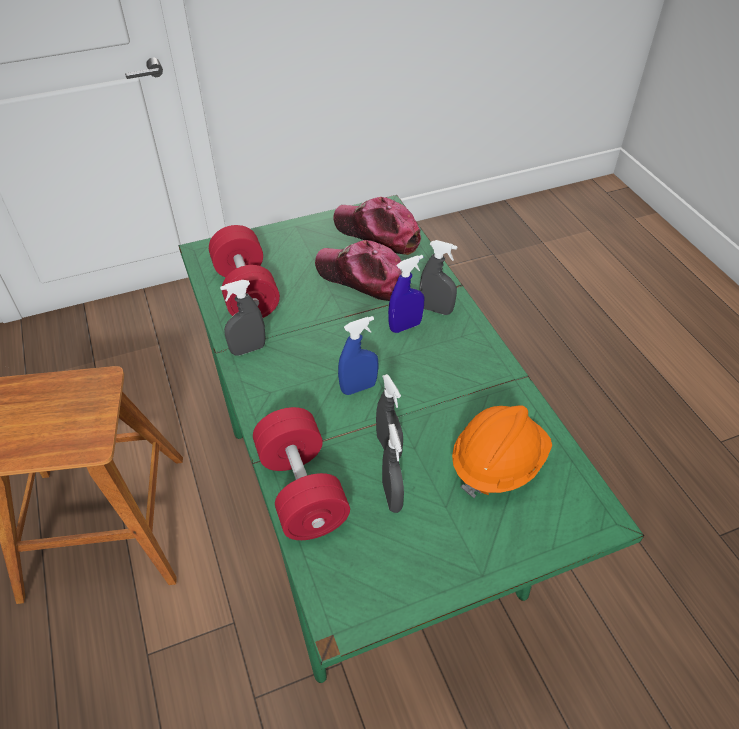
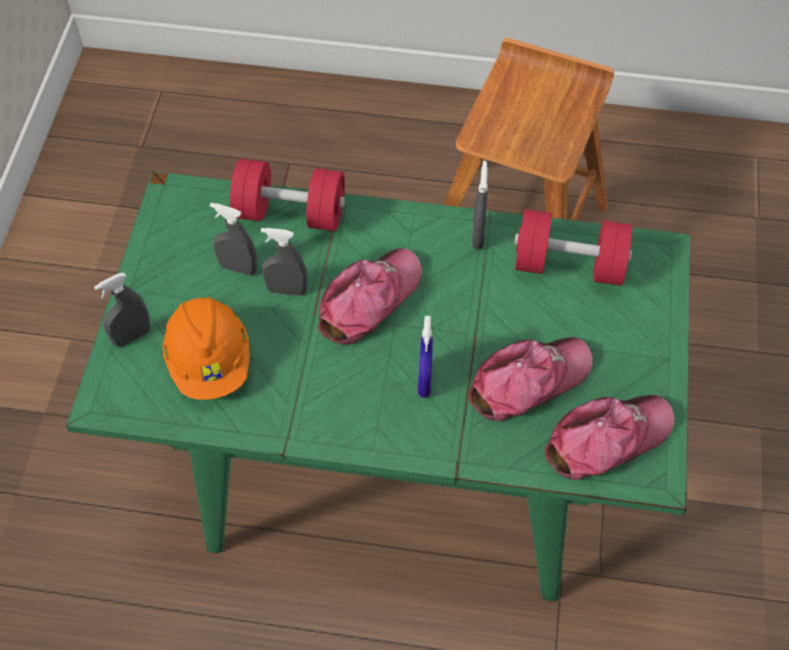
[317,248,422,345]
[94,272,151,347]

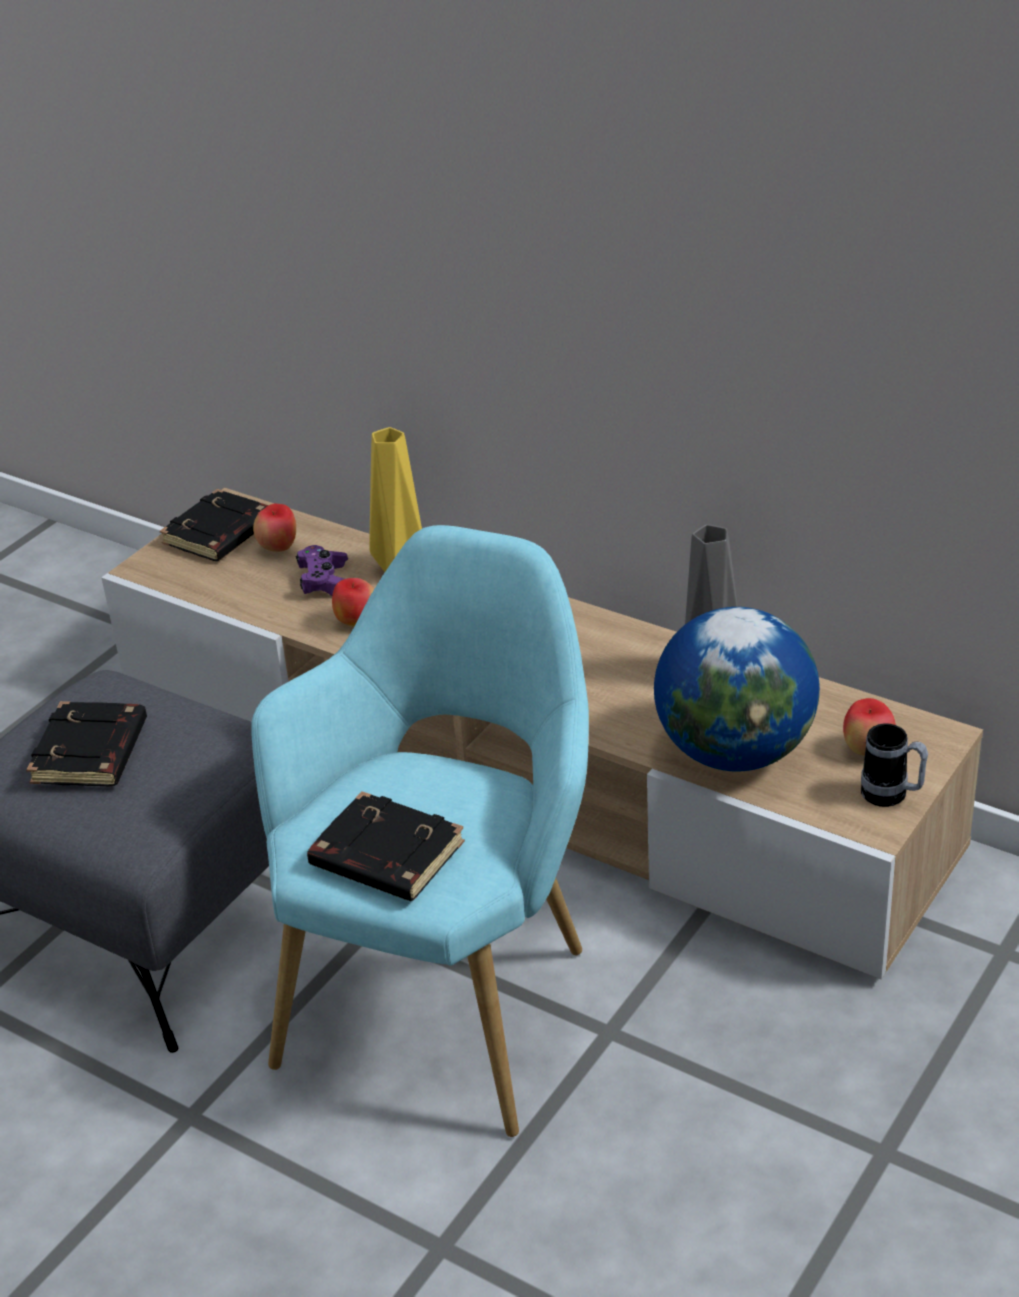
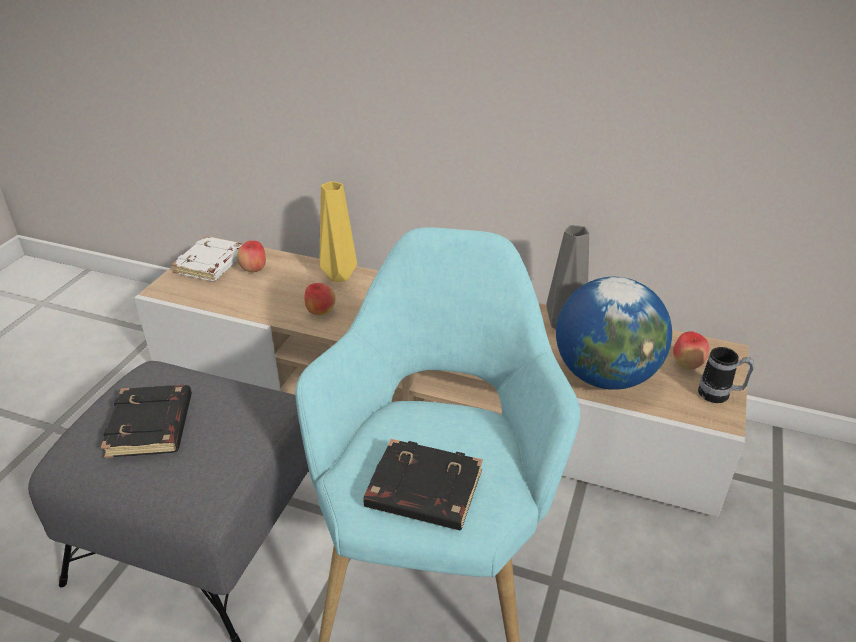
[171,236,243,281]
[296,545,348,595] (first image)

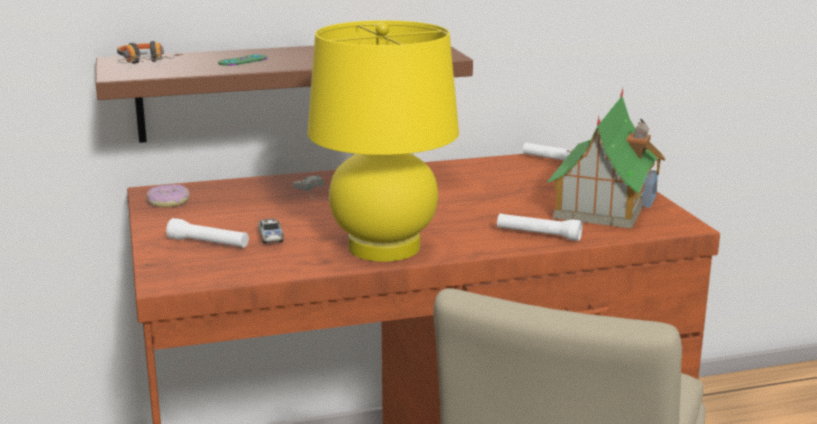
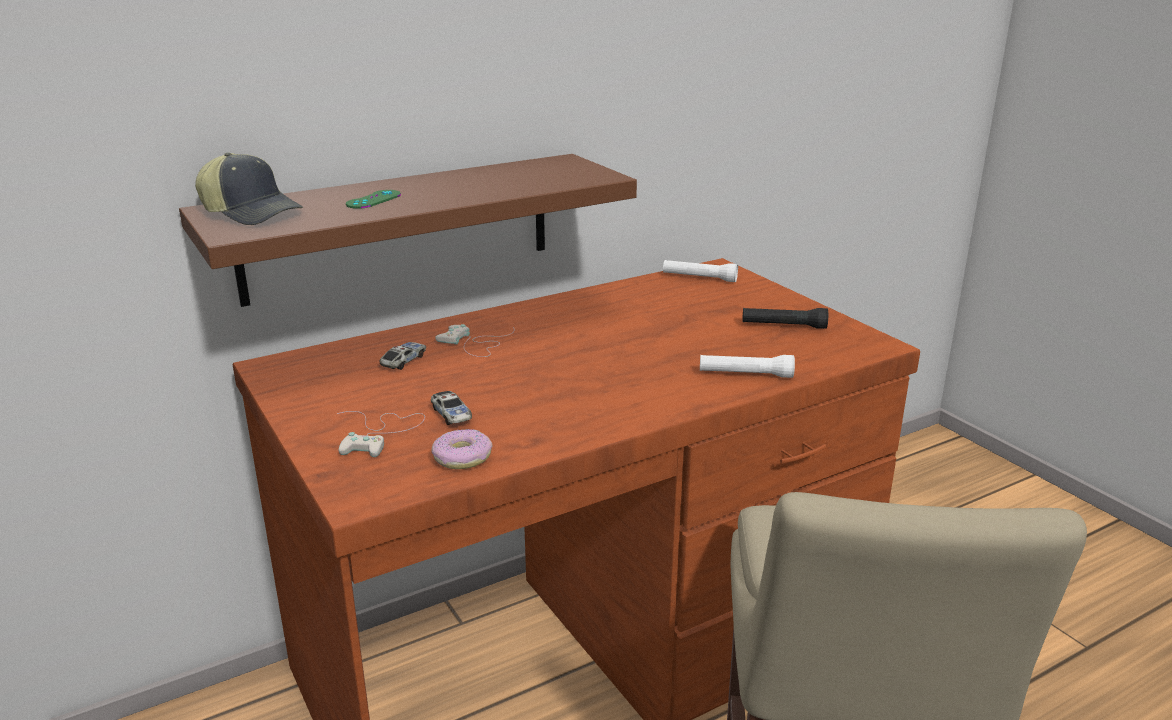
[195,153,303,225]
[432,429,493,469]
[337,411,425,457]
[308,20,459,262] (first image)
[743,308,828,329]
[379,342,426,370]

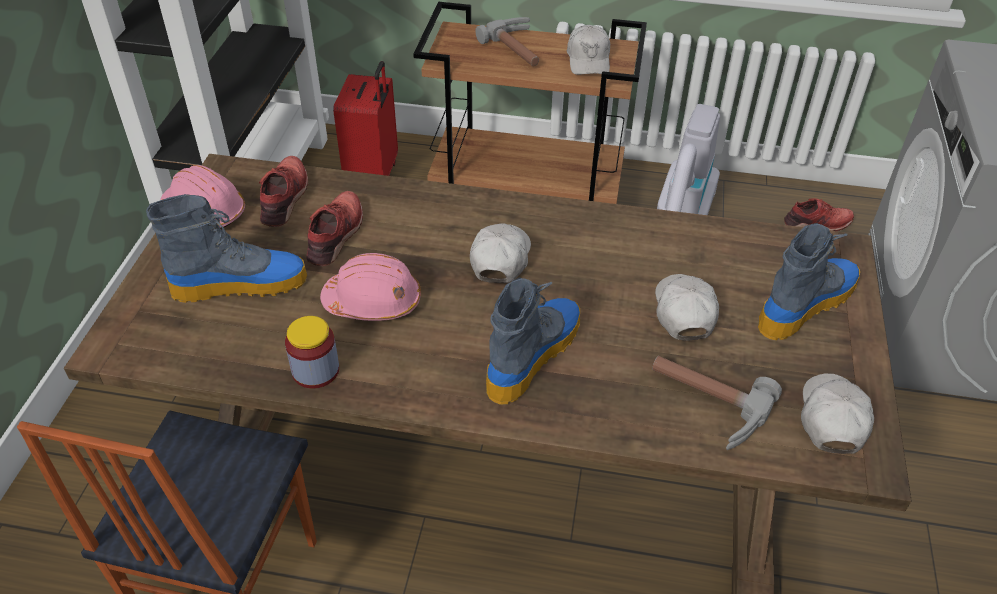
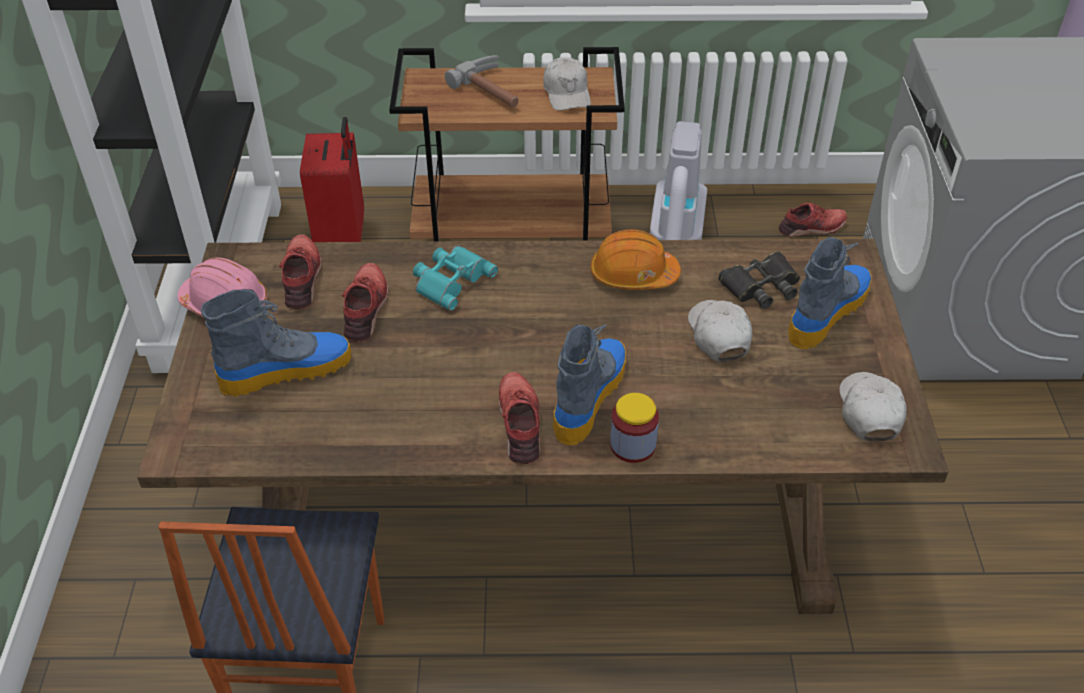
[610,393,659,463]
[320,253,421,321] (first image)
[470,223,531,283] (first image)
[652,356,782,450] (first image)
[413,246,498,311]
[499,372,540,464]
[590,229,681,290]
[718,251,800,309]

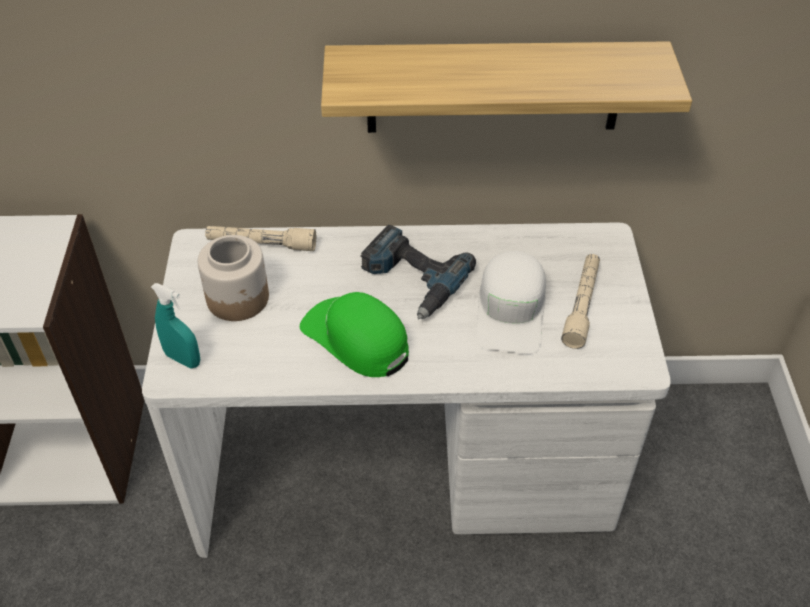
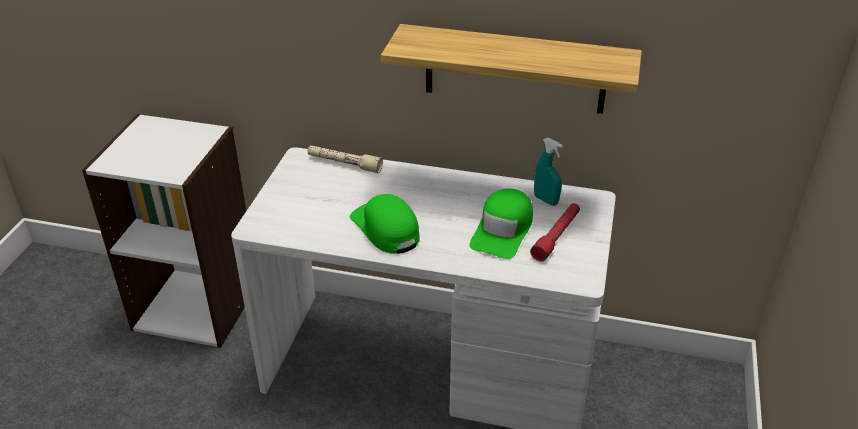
[534,138,563,206]
[197,235,269,321] (first image)
[361,225,476,319] (first image)
[470,189,533,259]
[530,203,580,262]

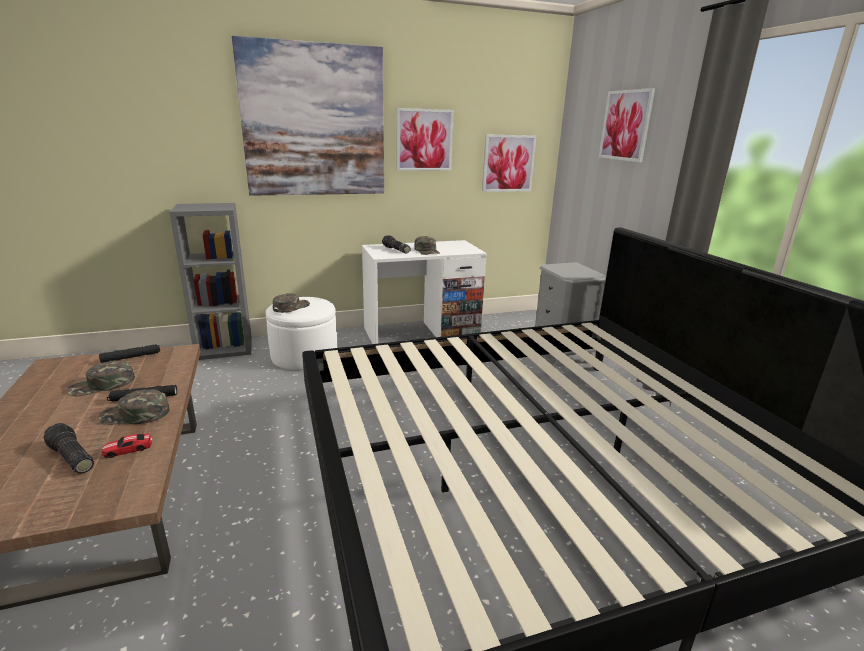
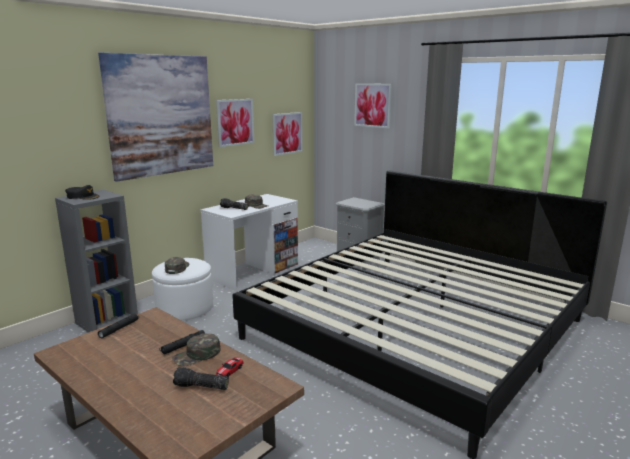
[66,360,135,396] (first image)
[65,185,100,200]

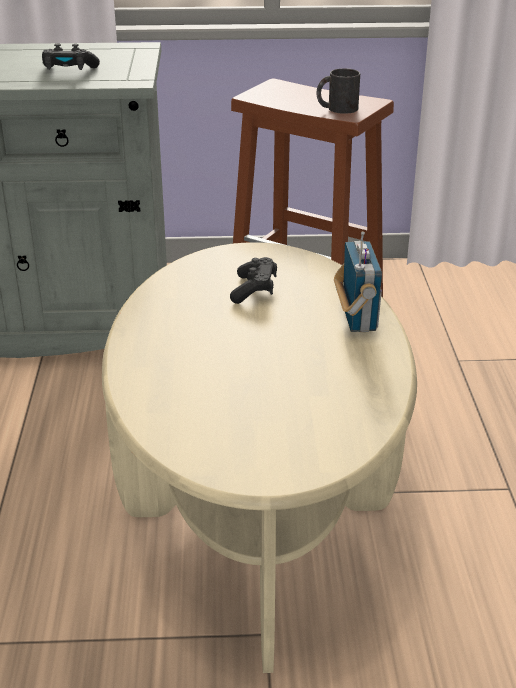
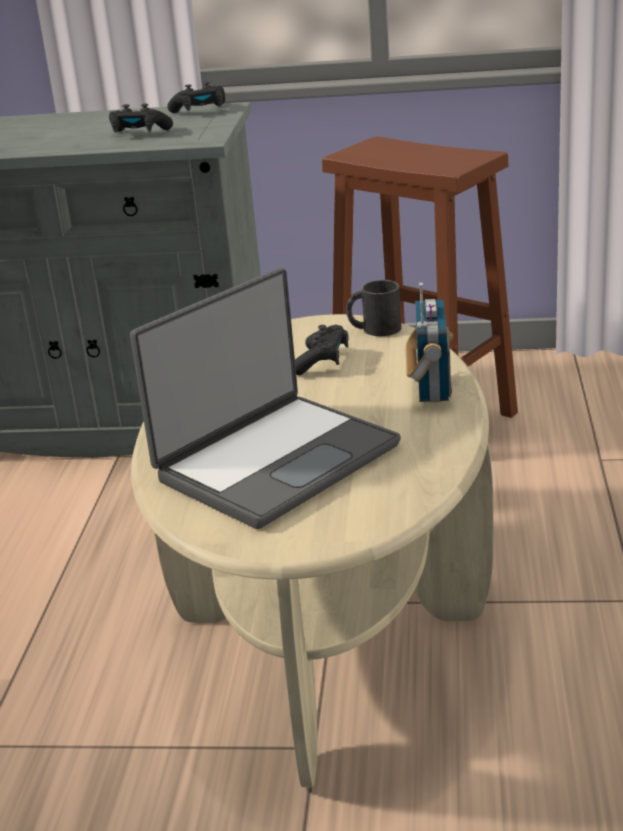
[346,280,401,336]
[130,268,401,529]
[167,82,225,113]

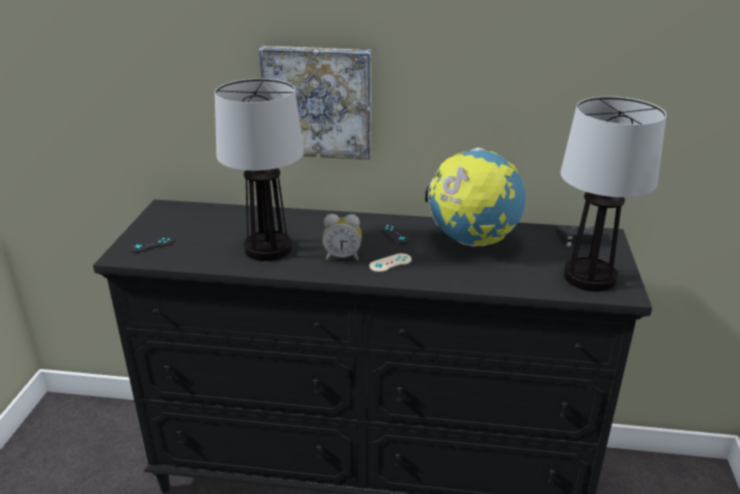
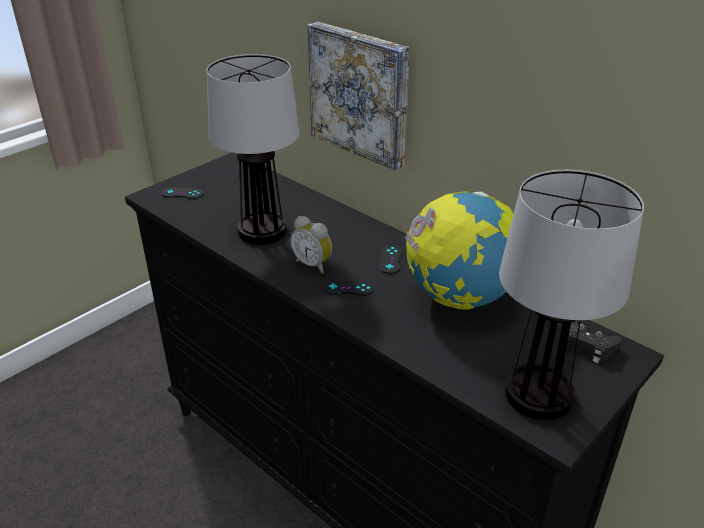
[323,280,374,296]

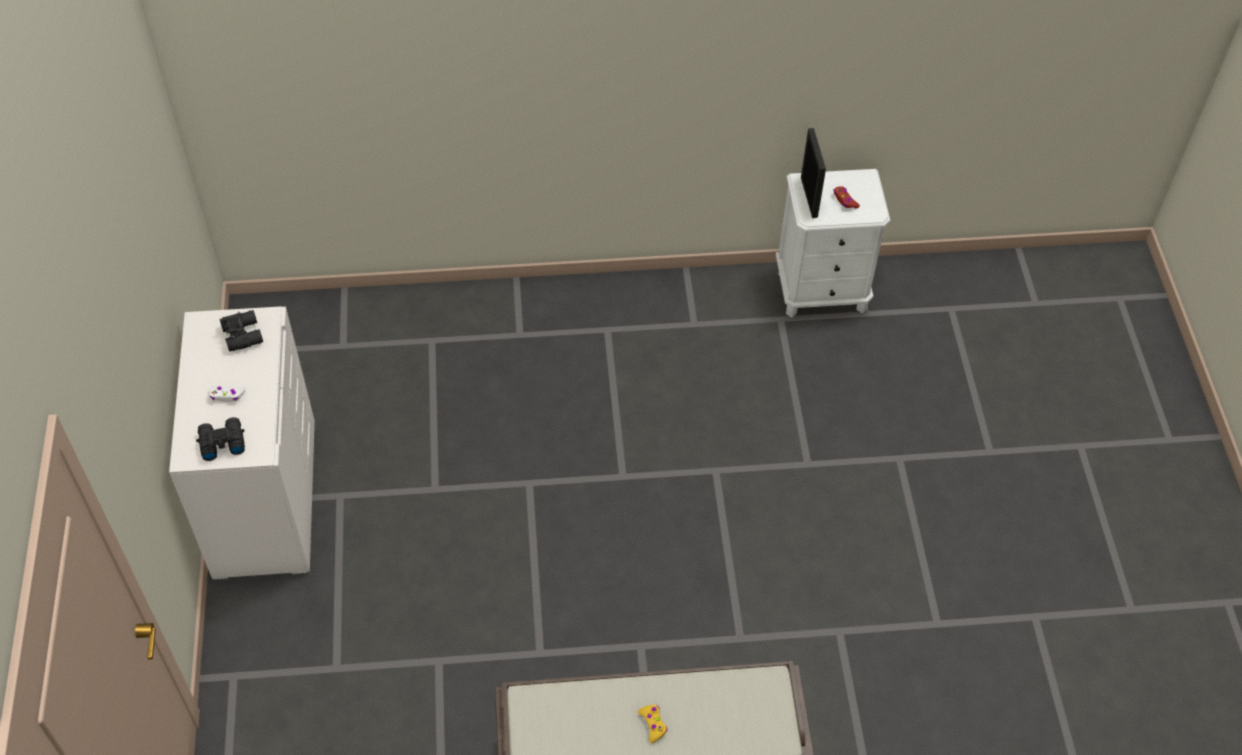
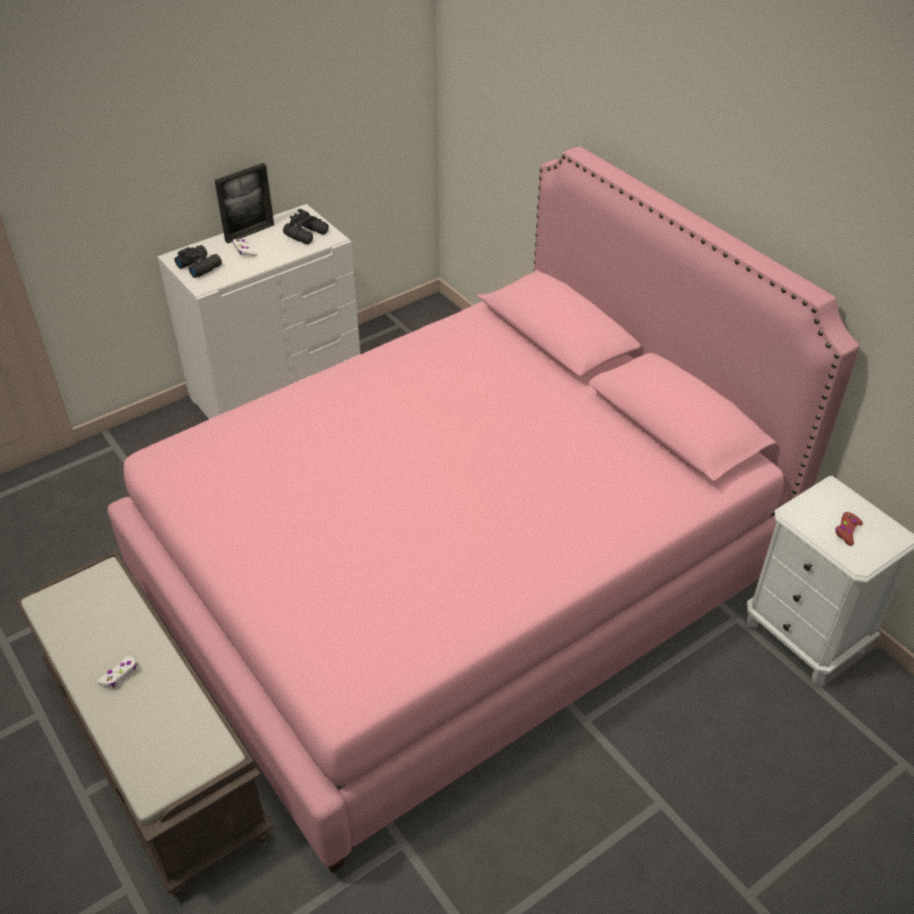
[97,656,137,687]
[215,163,274,243]
[108,146,860,873]

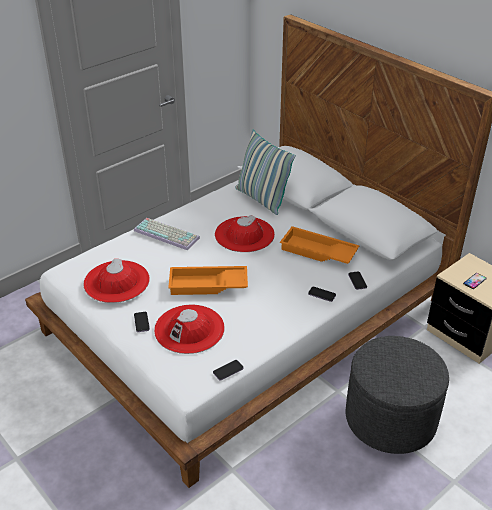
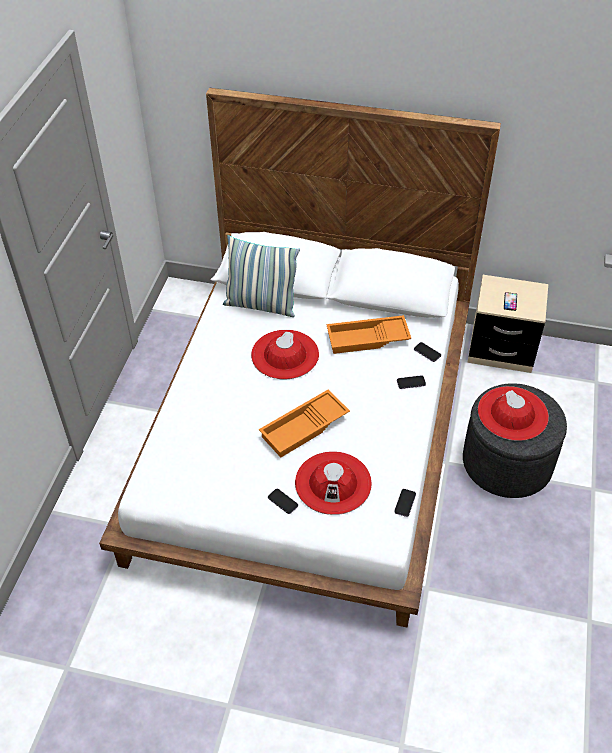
[478,386,549,441]
[134,218,200,250] (first image)

